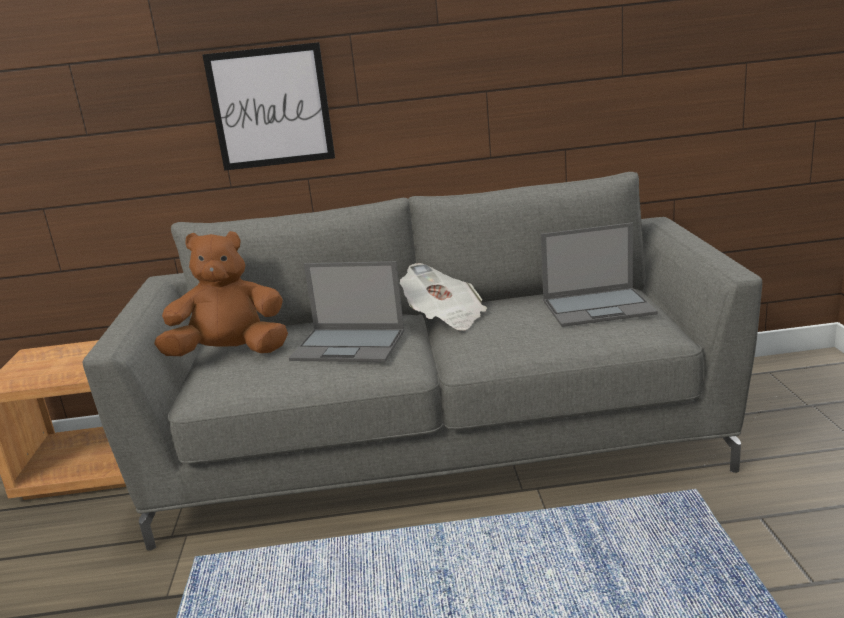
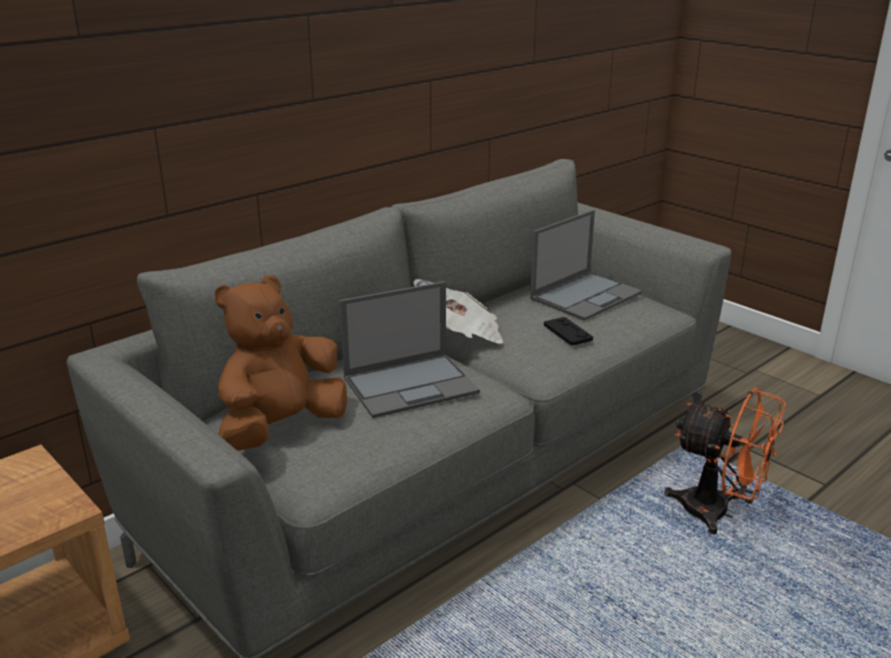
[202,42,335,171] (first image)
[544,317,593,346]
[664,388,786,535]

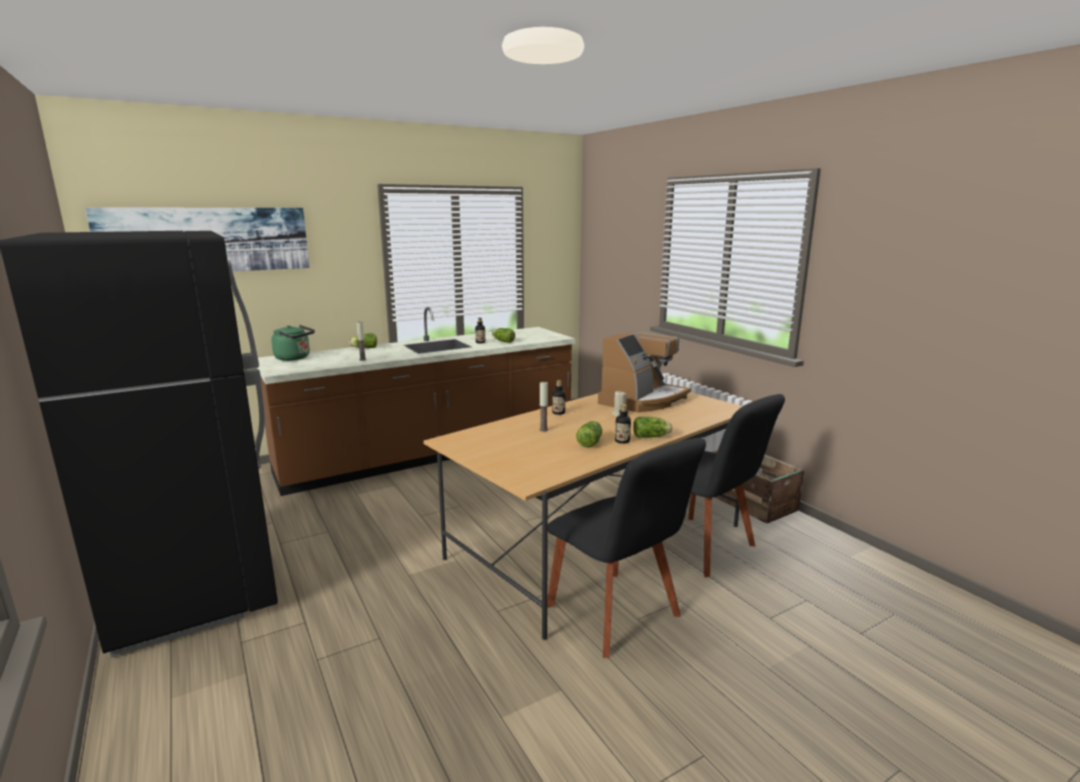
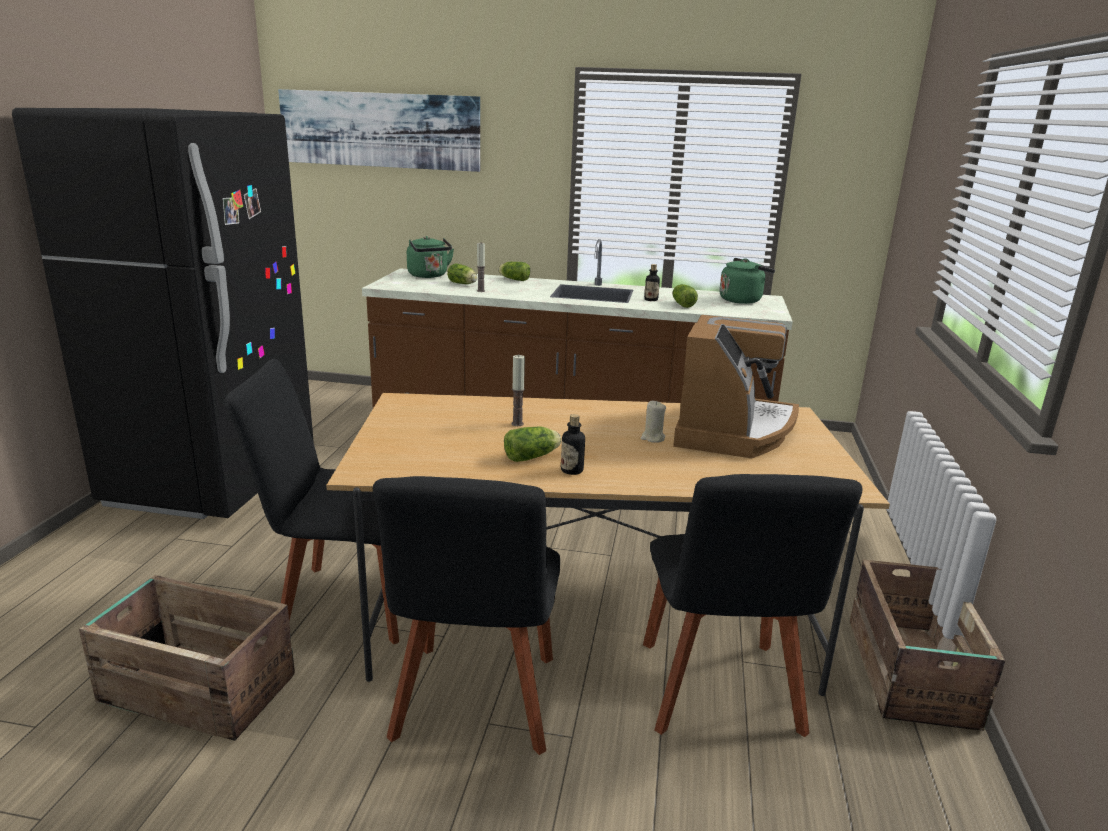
[552,380,565,415] (first image)
[673,315,799,458]
[447,263,478,284]
[79,575,295,741]
[224,359,399,644]
[719,258,775,304]

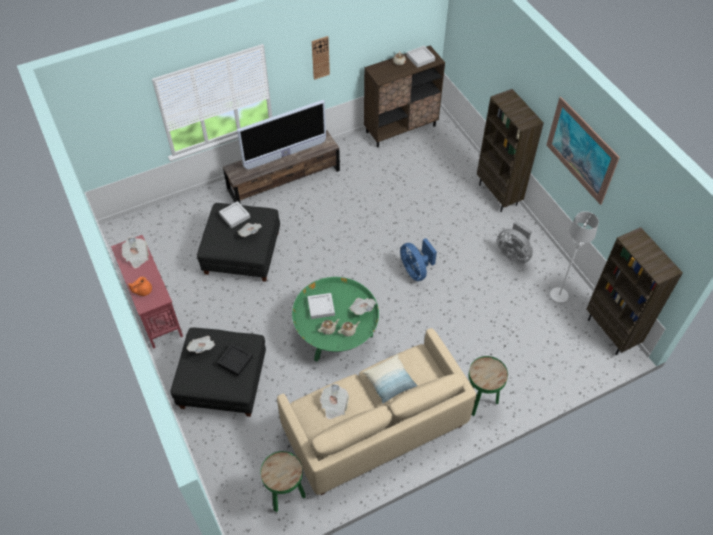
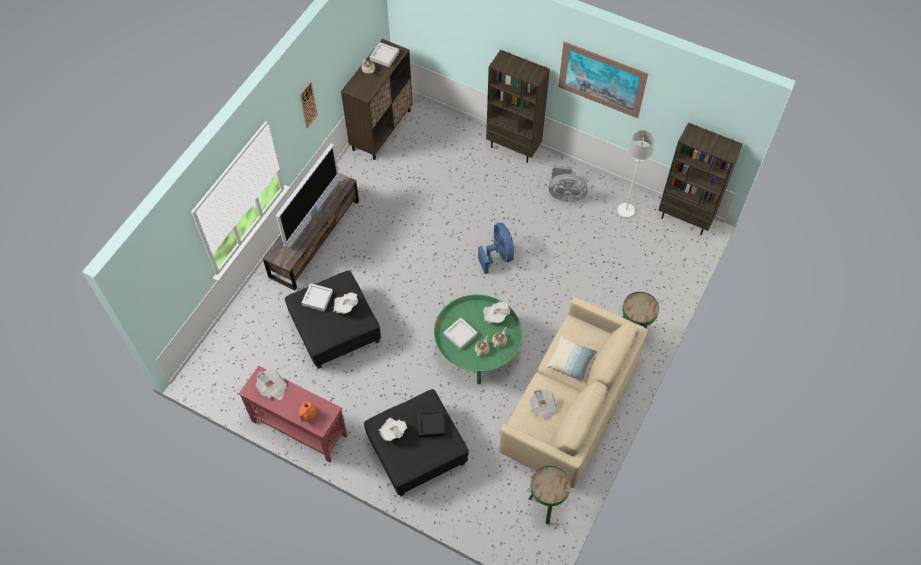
[478,223,514,274]

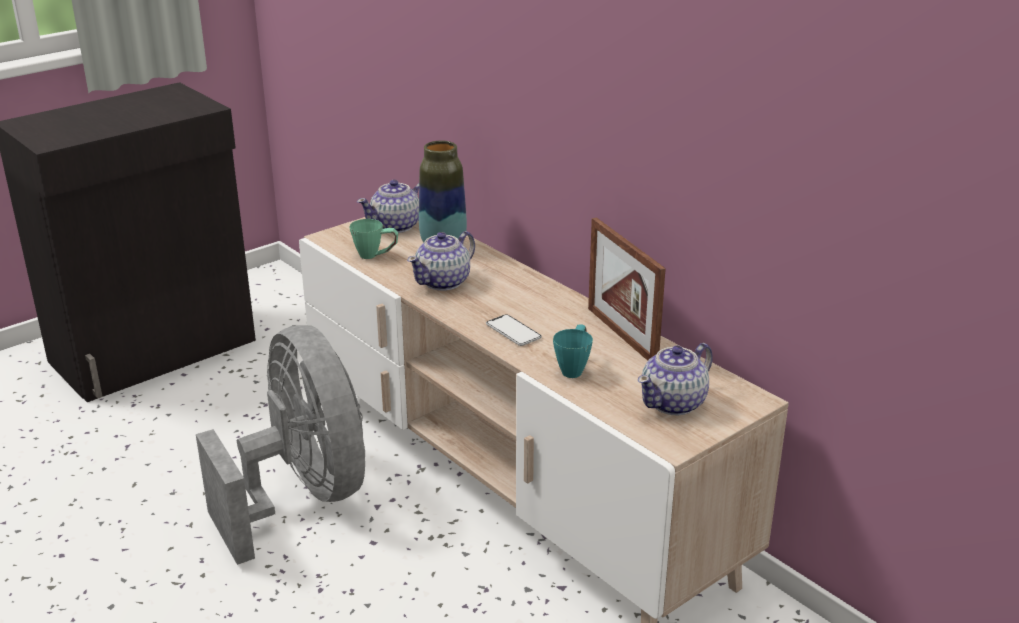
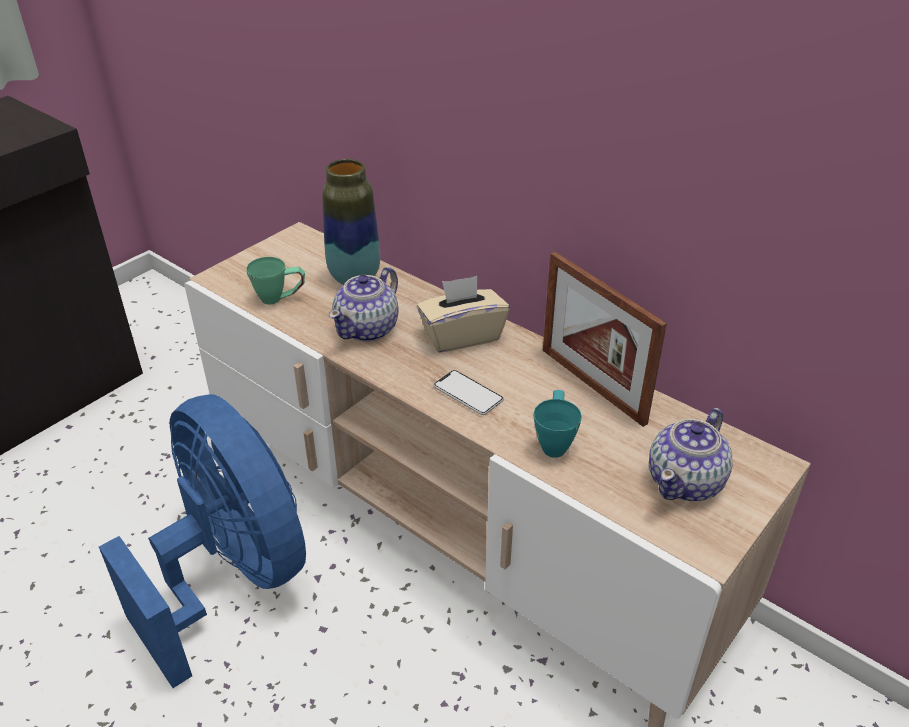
[99,394,306,688]
[357,180,419,233] (first image)
[417,276,510,353]

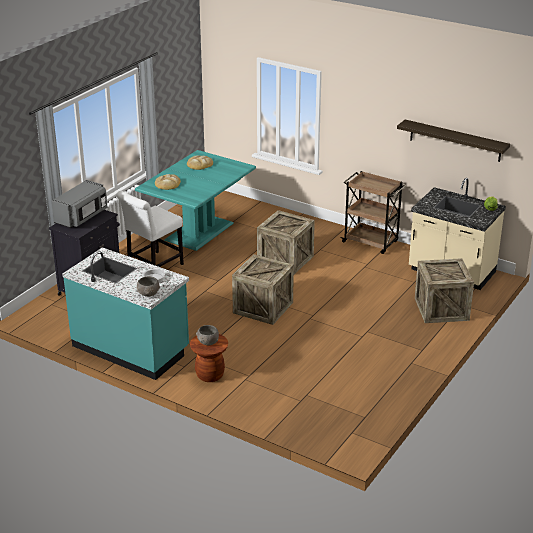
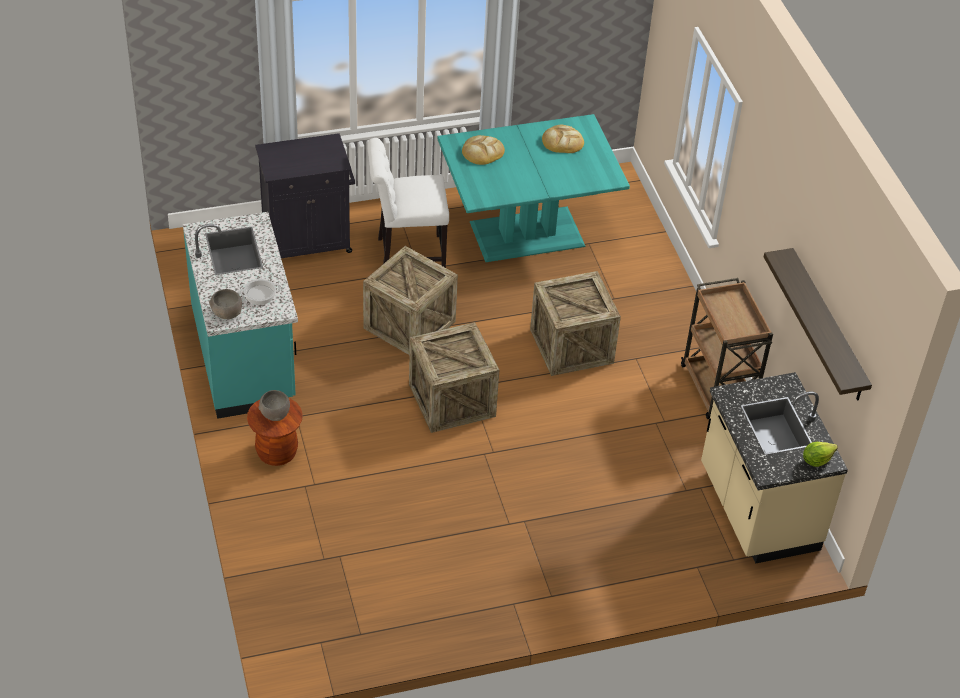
[51,180,107,228] (first image)
[363,246,458,355]

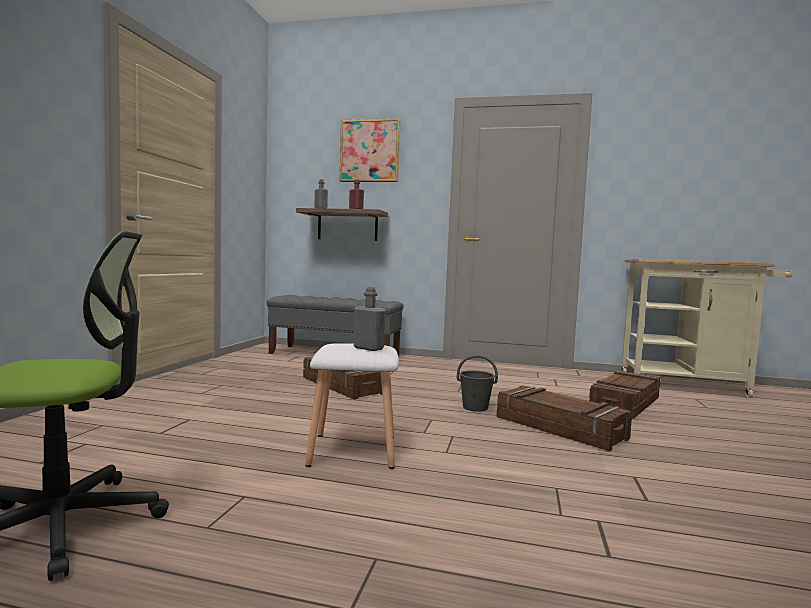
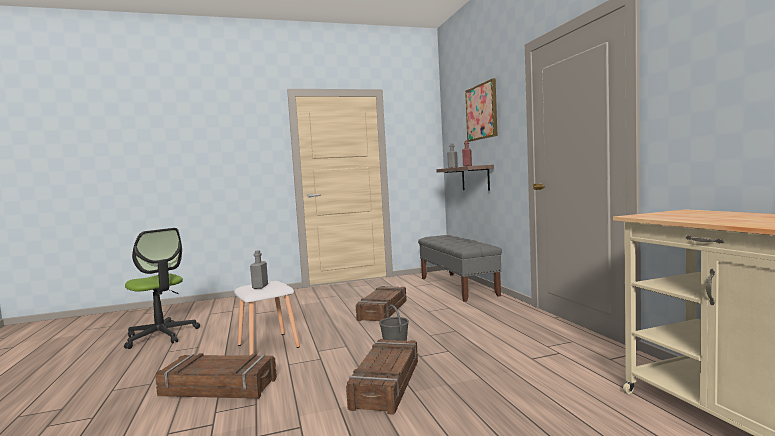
[155,353,277,399]

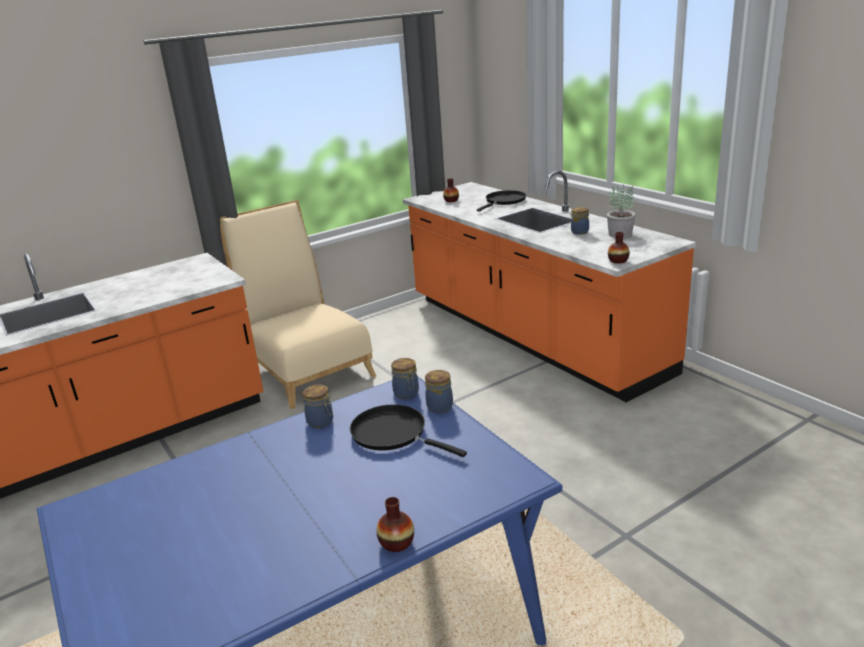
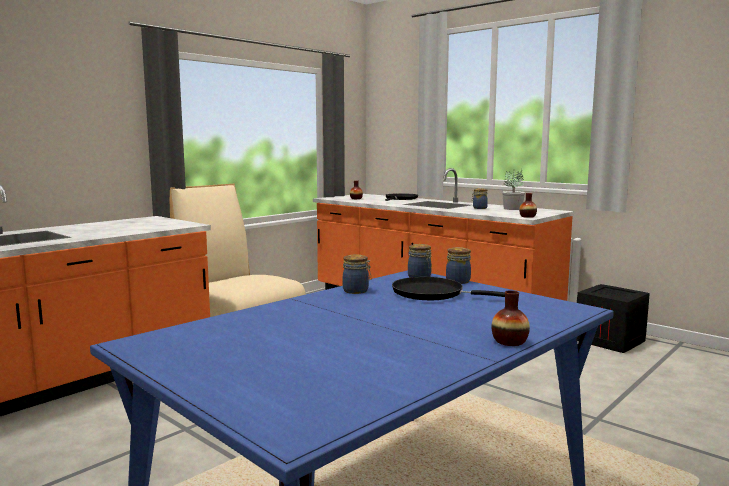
[577,284,649,353]

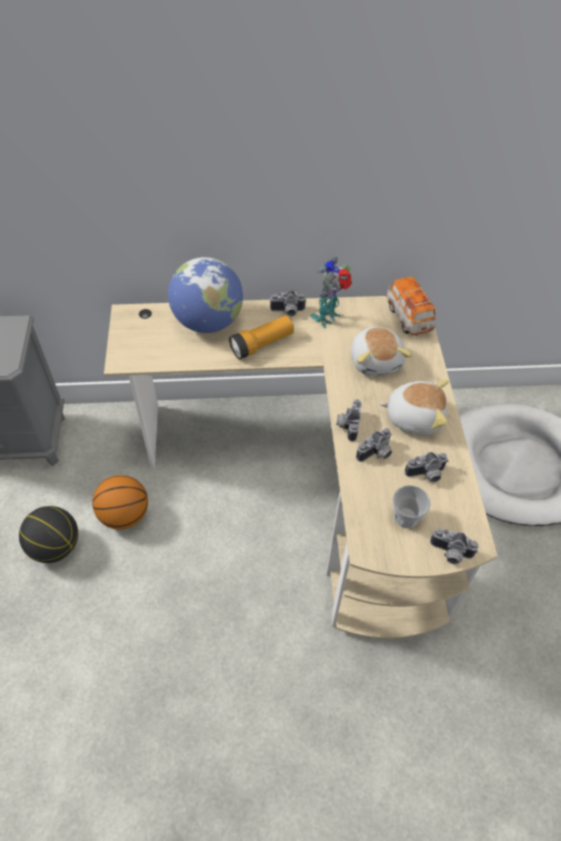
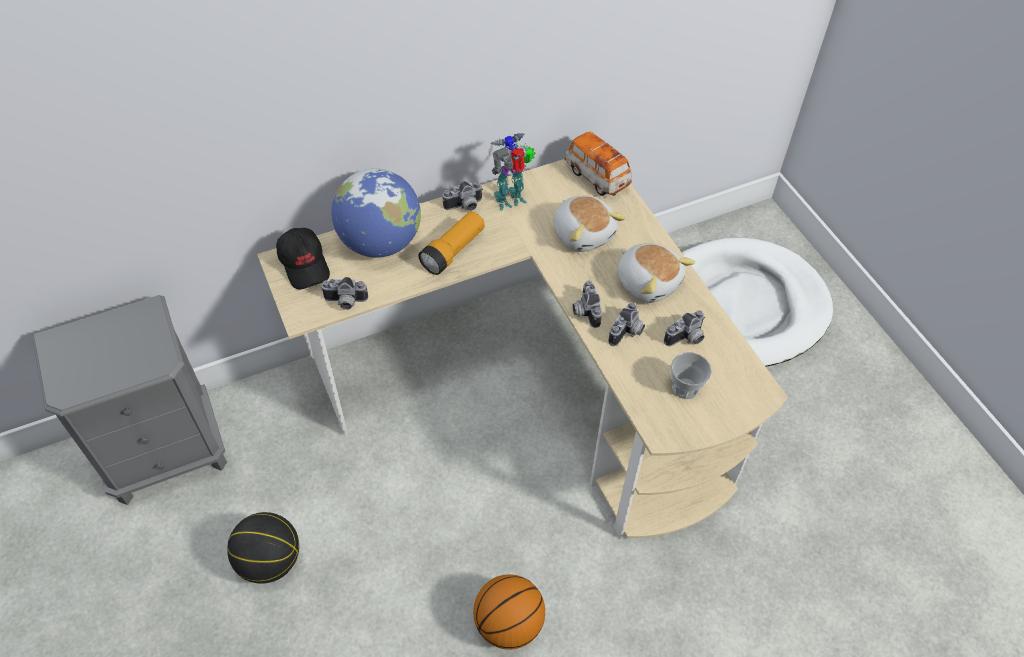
[473,574,545,650]
[490,133,536,211]
[617,243,695,303]
[321,277,368,310]
[276,228,330,289]

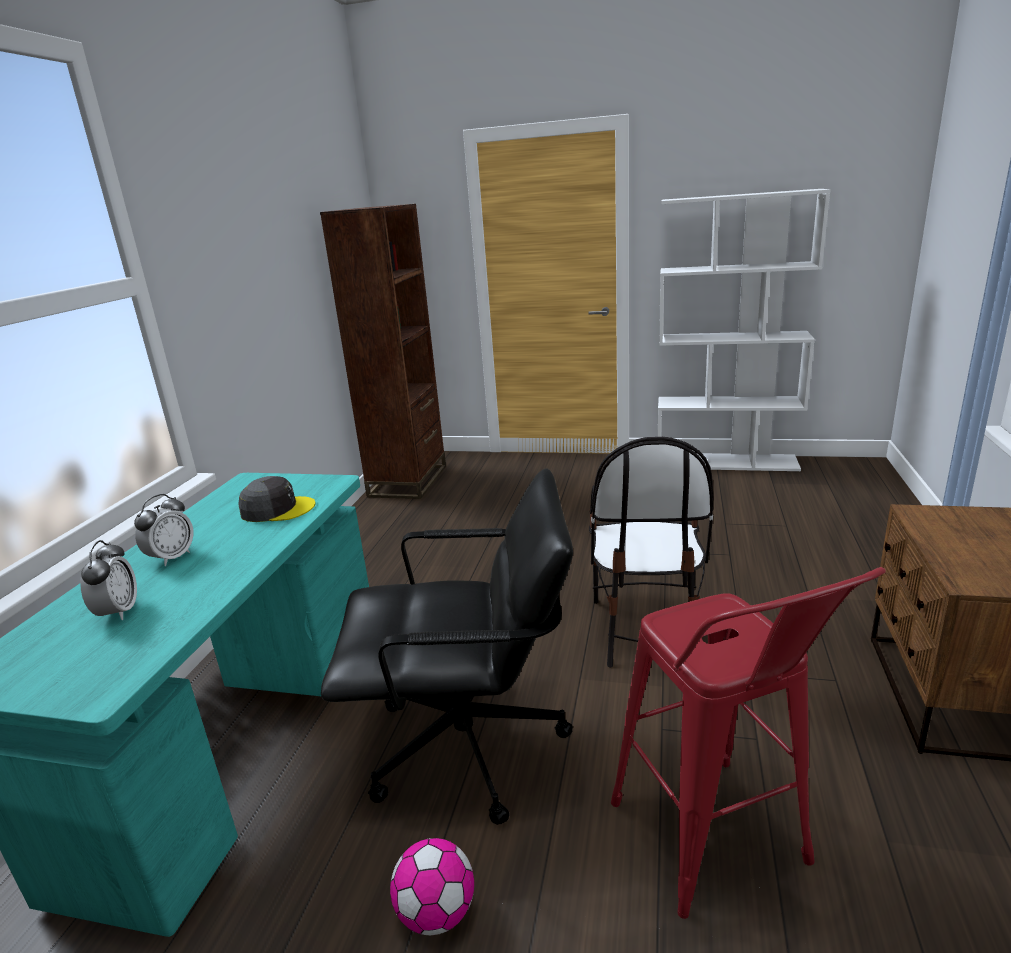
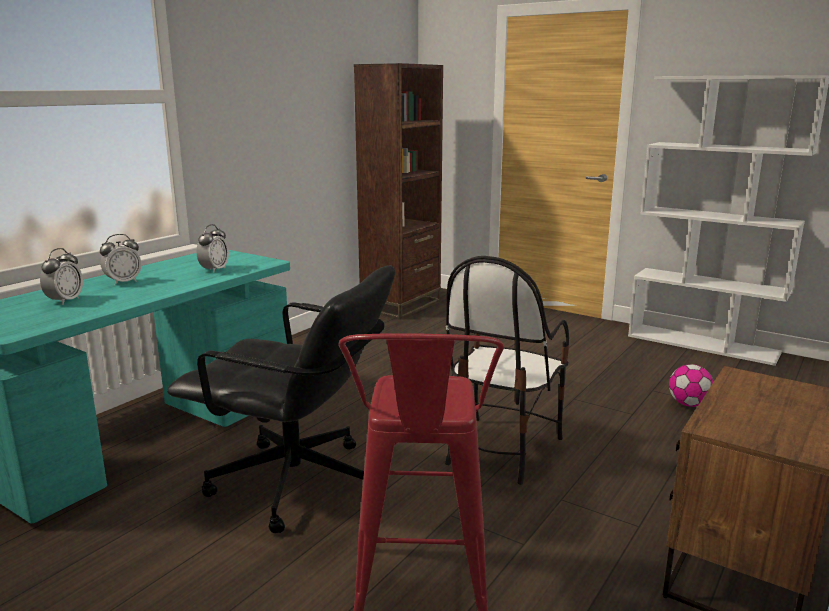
[196,224,229,273]
[669,364,714,407]

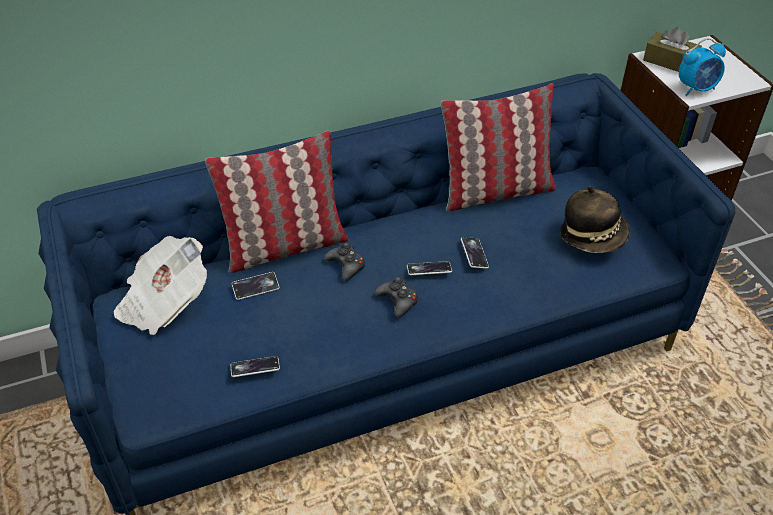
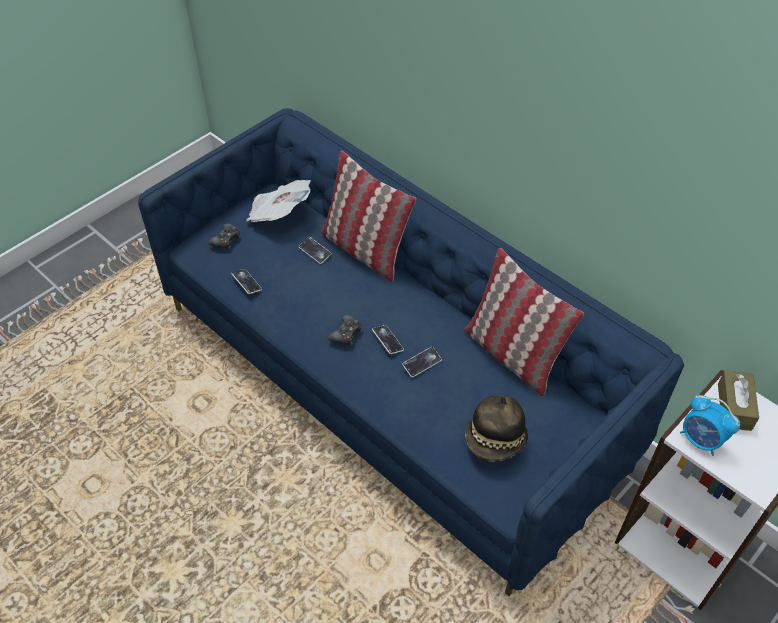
[208,223,241,249]

